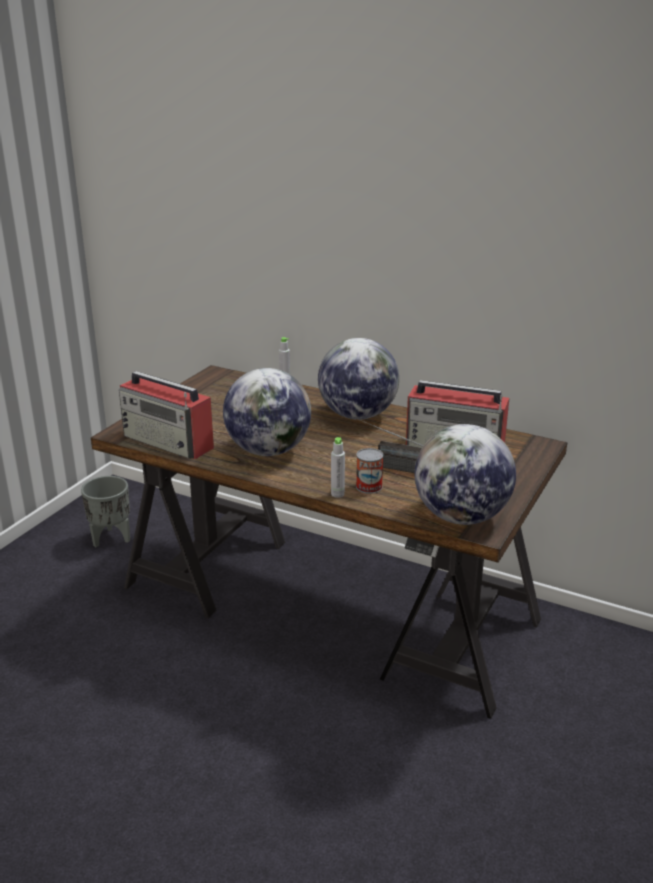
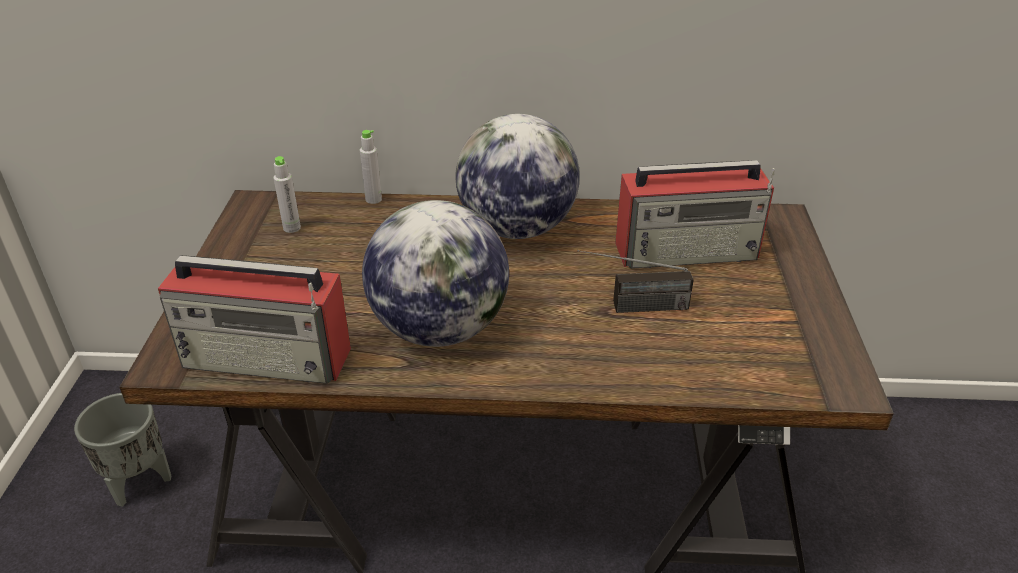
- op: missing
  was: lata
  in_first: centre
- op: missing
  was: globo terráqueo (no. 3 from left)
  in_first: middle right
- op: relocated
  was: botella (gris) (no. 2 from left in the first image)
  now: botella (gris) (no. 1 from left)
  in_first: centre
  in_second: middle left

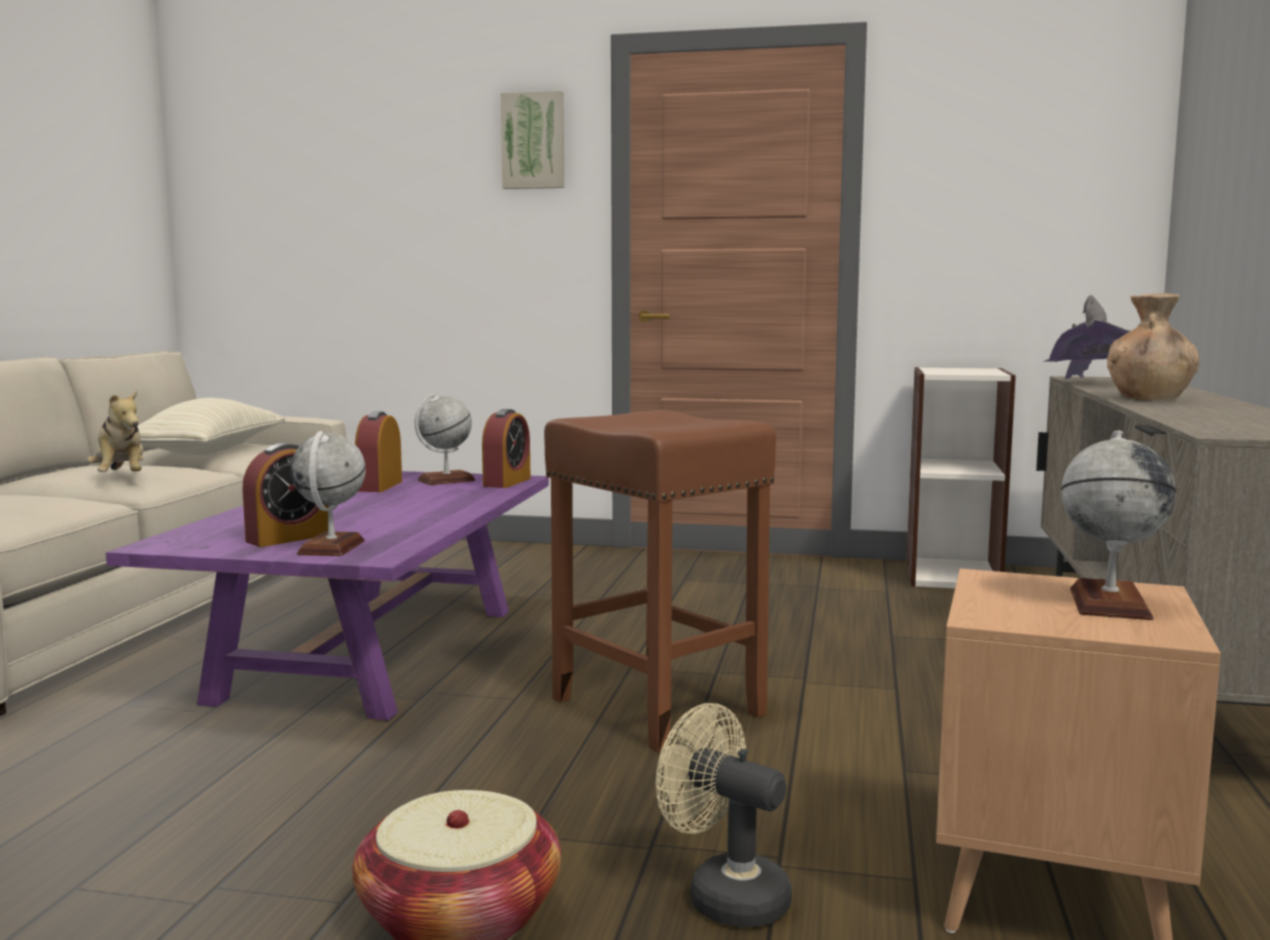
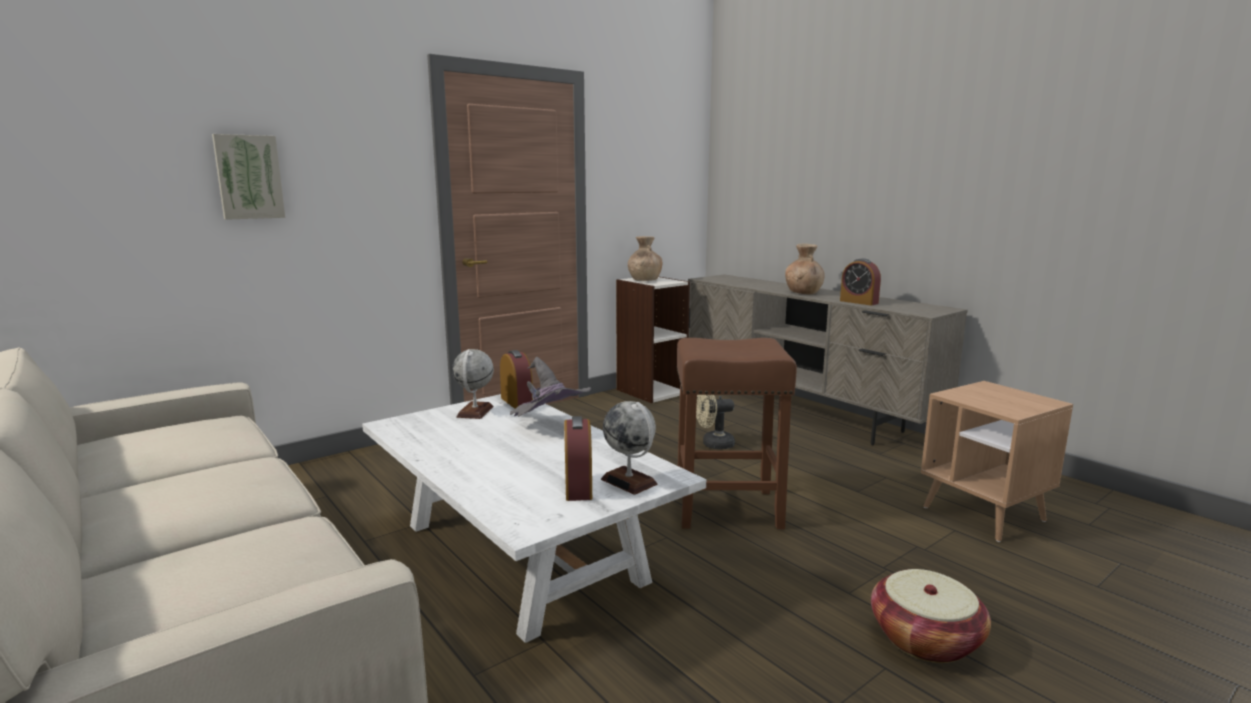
- op: missing
  was: peluche
  in_first: middle left
- op: missing
  was: cojín (beis)
  in_first: middle left
- op: missing
  was: globo terráqueo (no. 3 from left)
  in_first: middle right
- op: appeared
  now: florero (marrón) (no. 1 from left)
  in_second: centre
- op: relocated
  was: despertador (no. 2 from left in the first image)
  now: despertador (no. 3 from left)
  in_first: middle left
  in_second: middle right
- op: relocated
  was: cuadro
  in_first: top centre
  in_second: top left
- op: relocated
  was: ventilador (beis)
  in_first: bottom centre
  in_second: centre
- op: relocated
  was: sombrero (gris)
  in_first: middle right
  in_second: centre
- op: colour
  was: mesa de centro (morado)
  now: mesa de centro (blanco)
  in_first: middle left
  in_second: bottom centre

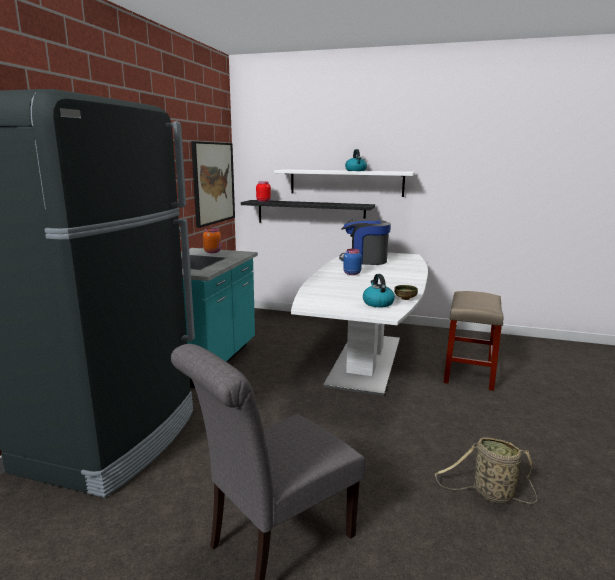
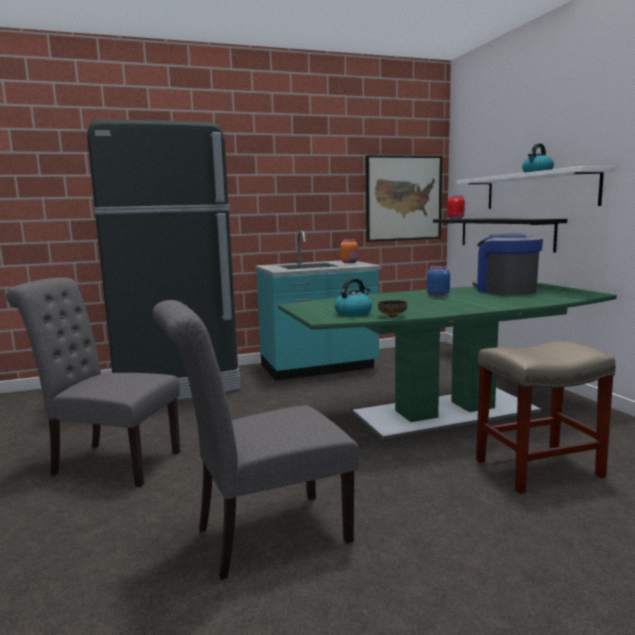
- op: exchanged
  was: cesta
  now: silla (gris) (no. 2 from left)
  in_first: bottom right
  in_second: bottom centre
- op: colour
  was: mesa de comedor (blanco)
  now: mesa de comedor (verde)
  in_first: centre
  in_second: middle right

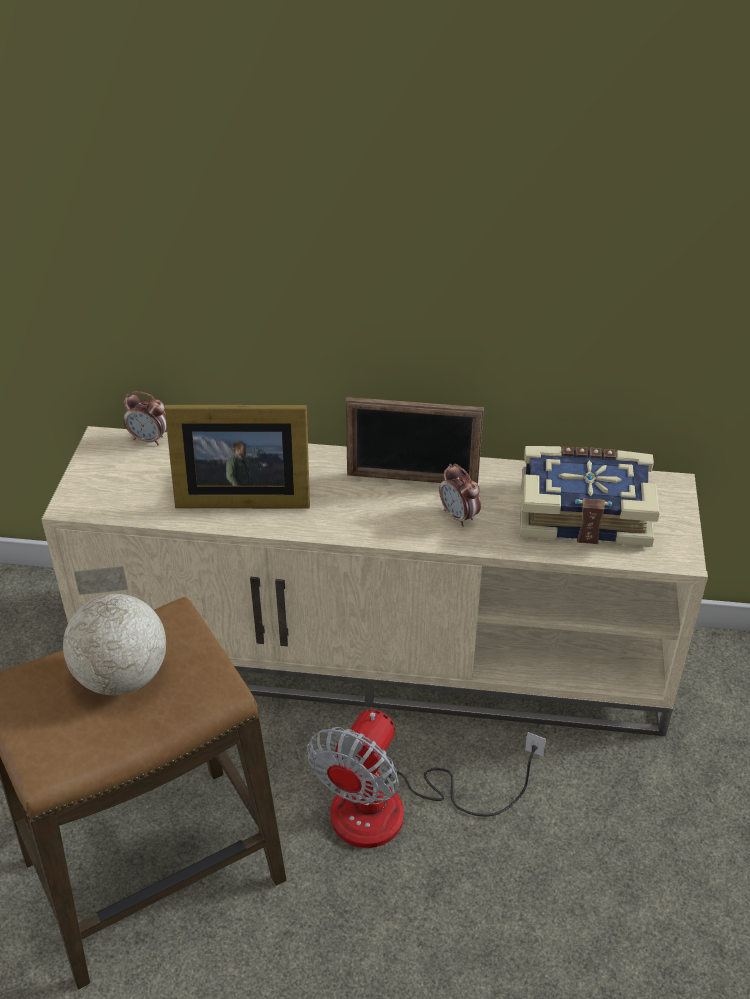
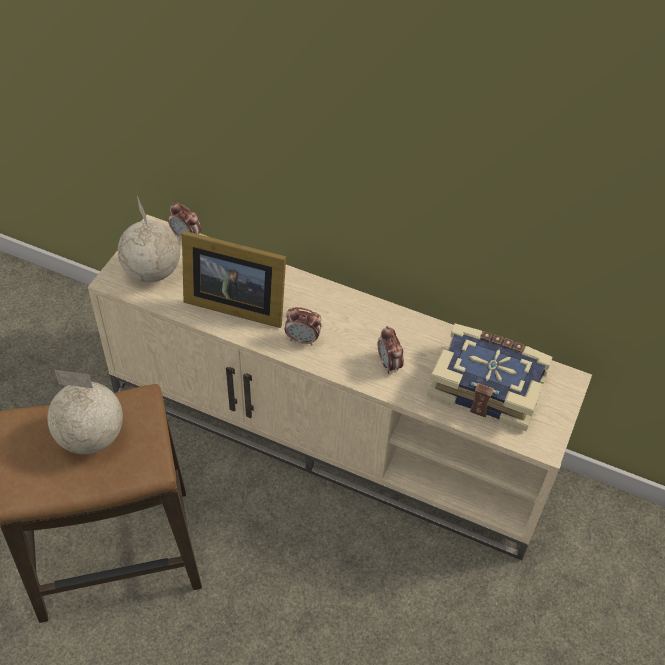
- op: missing
  was: ventilador
  in_first: bottom centre
- op: missing
  was: portarretratos (no. 2 from left)
  in_first: centre
- op: appeared
  now: globo terráqueo (no. 2 from left)
  in_second: middle left
- op: appeared
  now: despertador (no. 2 from left)
  in_second: centre

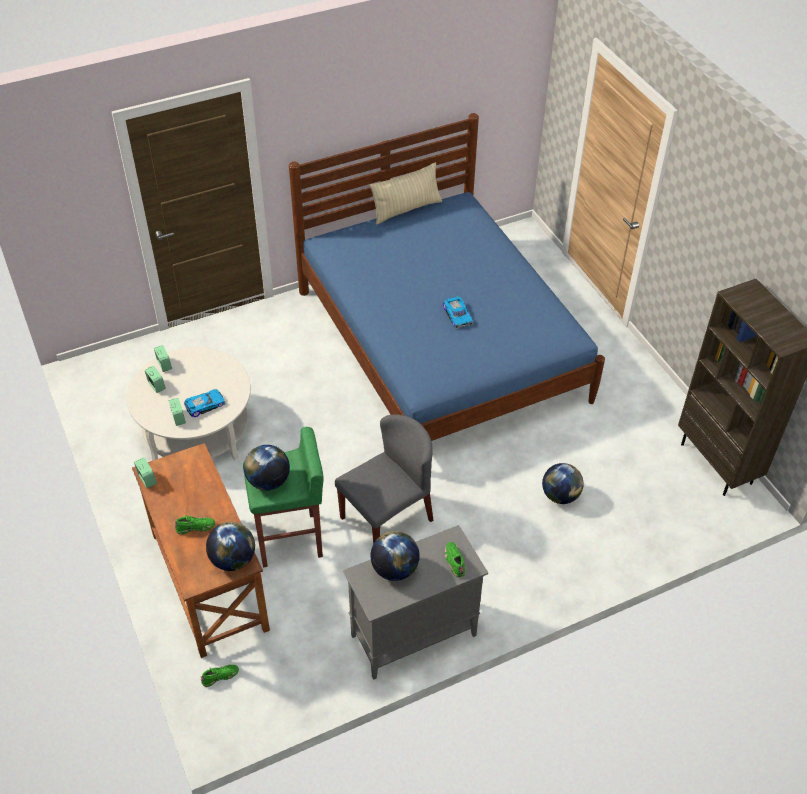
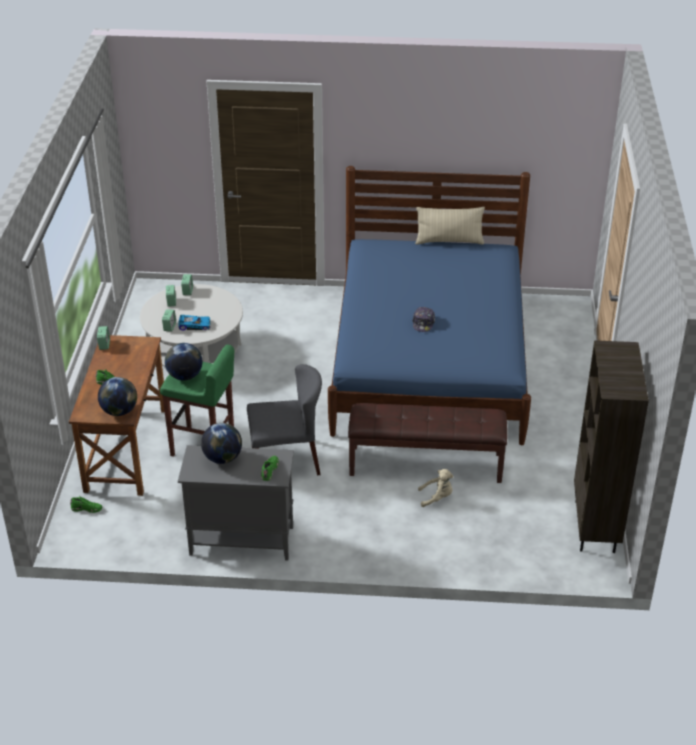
- op: appeared
  now: banco (marrón)
  in_second: centre
- op: exchanged
  was: coche de juguete (no. 2 from left)
  now: gorra
  in_first: centre
  in_second: centre
- op: exchanged
  was: globo terráqueo (no. 4 from left)
  now: peluche (beis)
  in_first: middle right
  in_second: centre

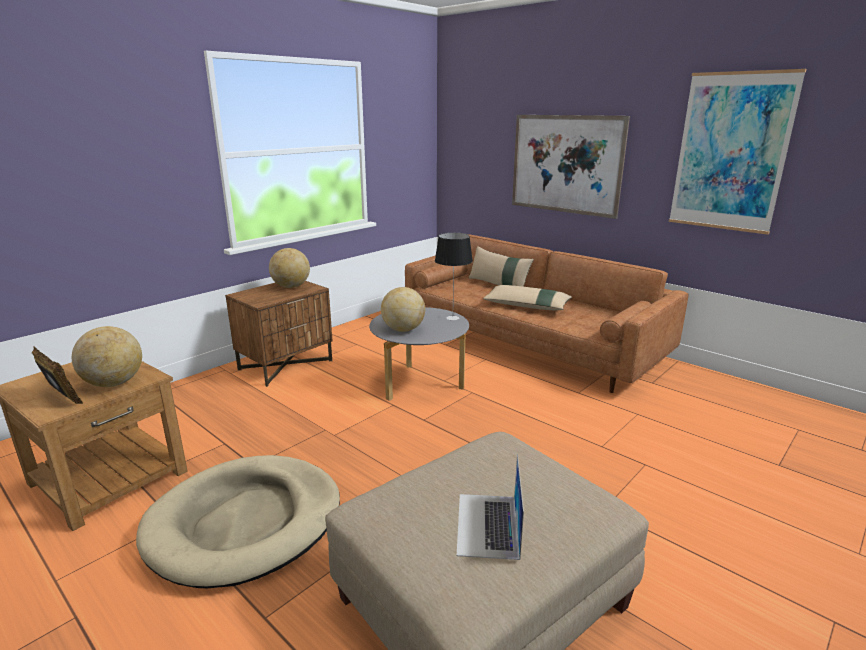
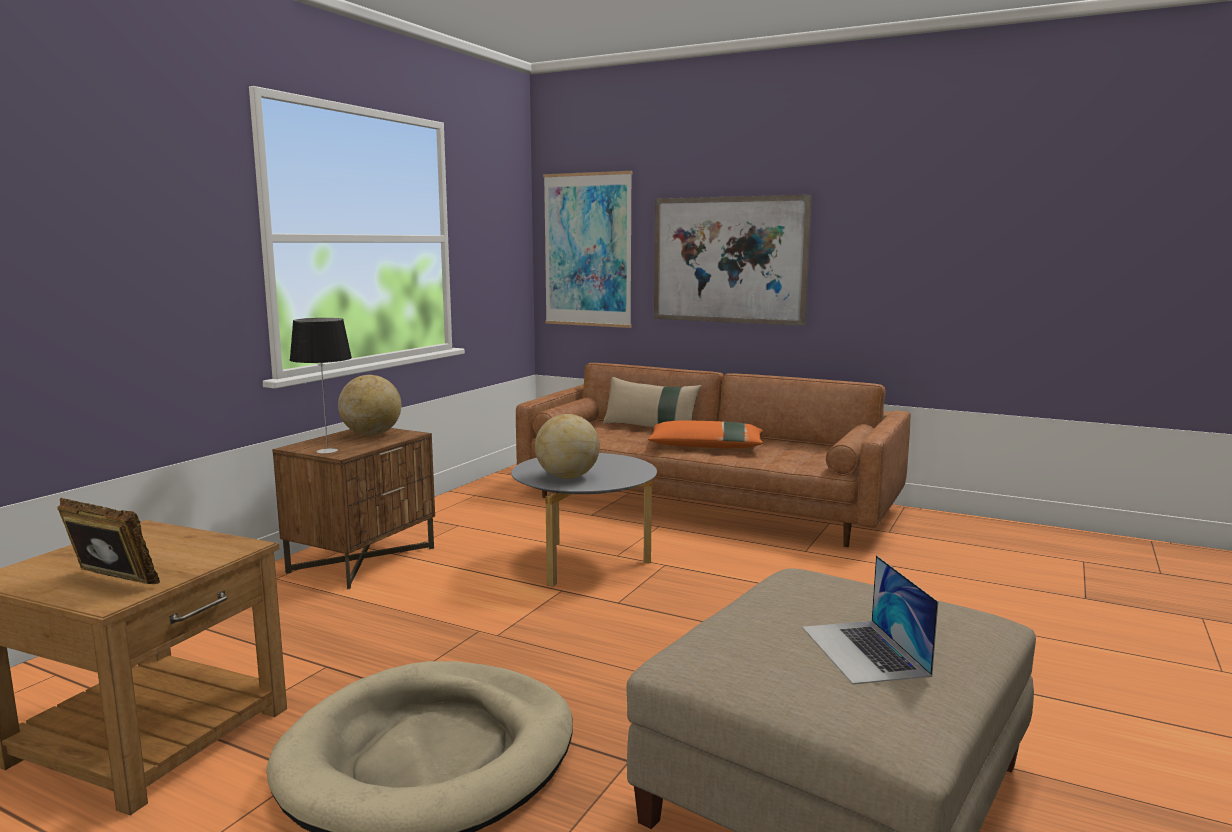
- op: missing
  was: globo terráqueo (no. 1 from left)
  in_first: middle left
- op: relocated
  was: lámpara de mesa
  in_first: centre
  in_second: middle left
- op: relocated
  was: cuadro (no. 2 from left in the first image)
  now: cuadro (no. 1 from left)
  in_first: top right
  in_second: top centre
- op: colour
  was: cojín (beis) (no. 2 from left)
  now: cojín (naranja)
  in_first: centre
  in_second: centre

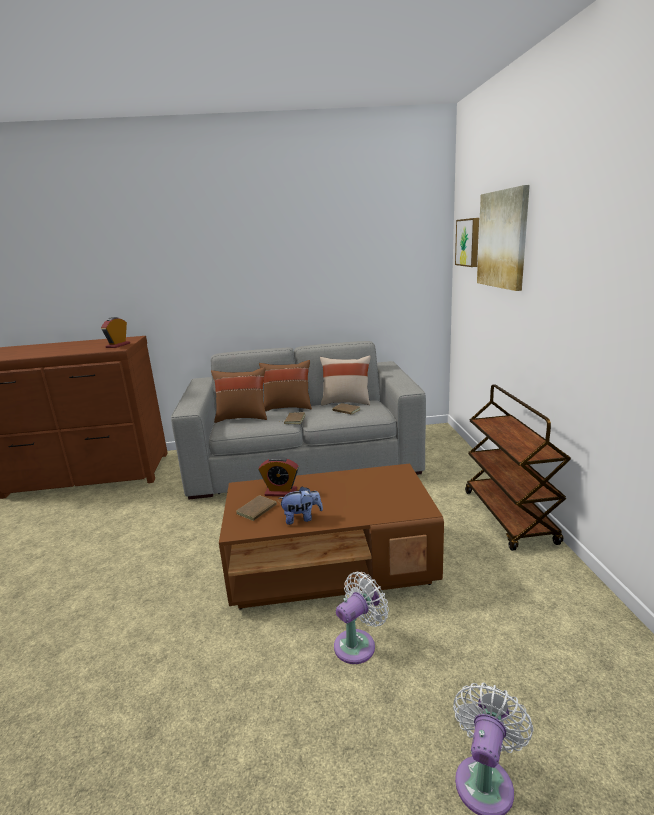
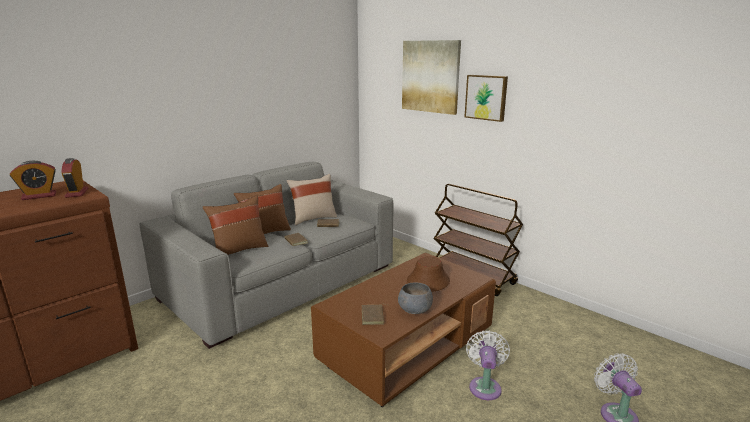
- op: appeared
  now: sombrero (marrón)
  in_second: centre
- op: relocated
  was: despertador (no. 2 from left in the first image)
  now: despertador (no. 1 from left)
  in_first: centre
  in_second: middle left
- op: relocated
  was: cuadro (no. 1 from left in the first image)
  now: cuadro (no. 2 from left)
  in_first: top right
  in_second: top centre
- op: exchanged
  was: peluche
  now: cuenco (gris)
  in_first: centre
  in_second: bottom centre

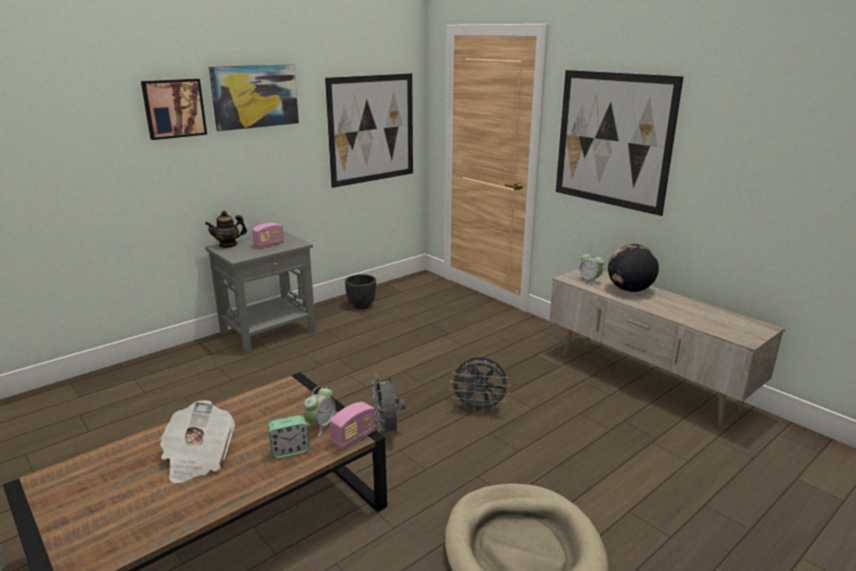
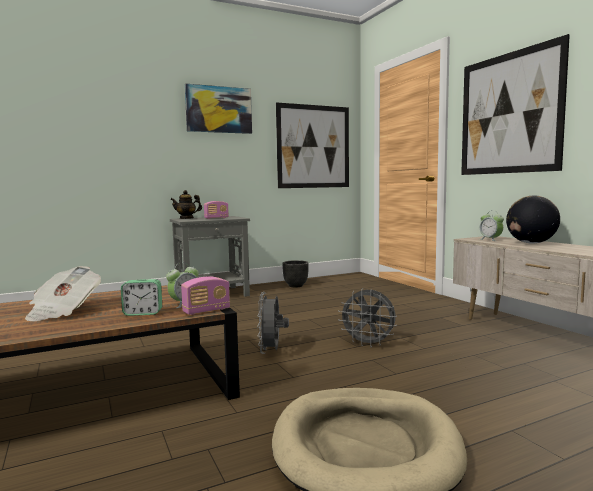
- op: missing
  was: cuadro (no. 1 from left)
  in_first: top left

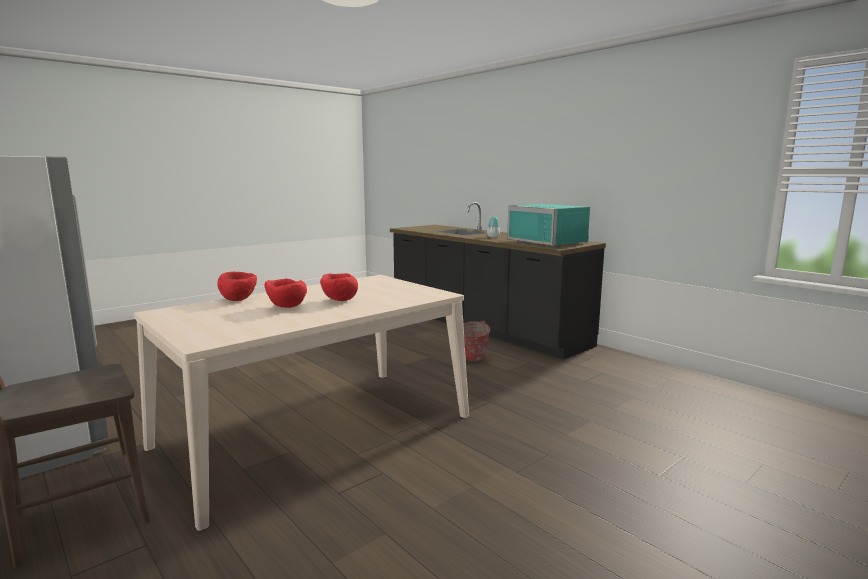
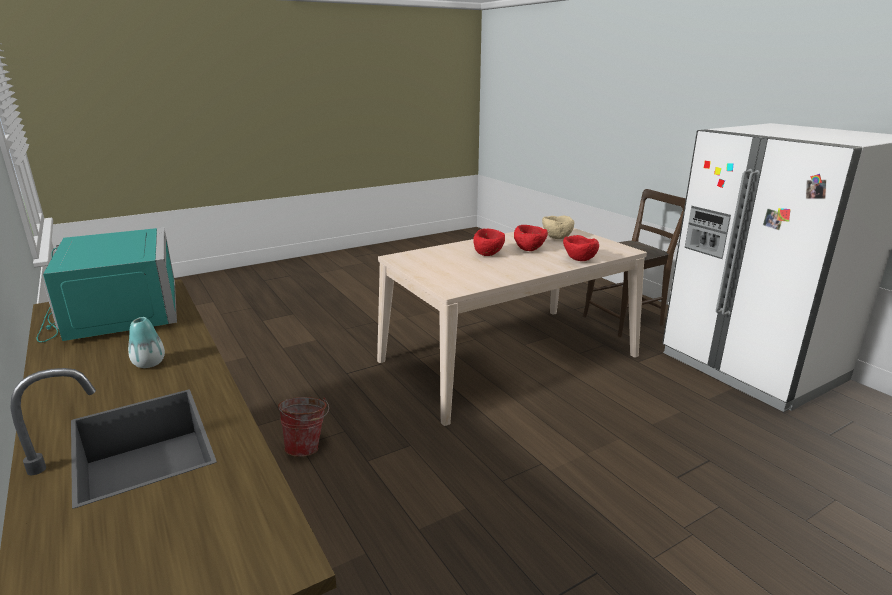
- op: appeared
  now: cuenco (beis)
  in_second: centre

